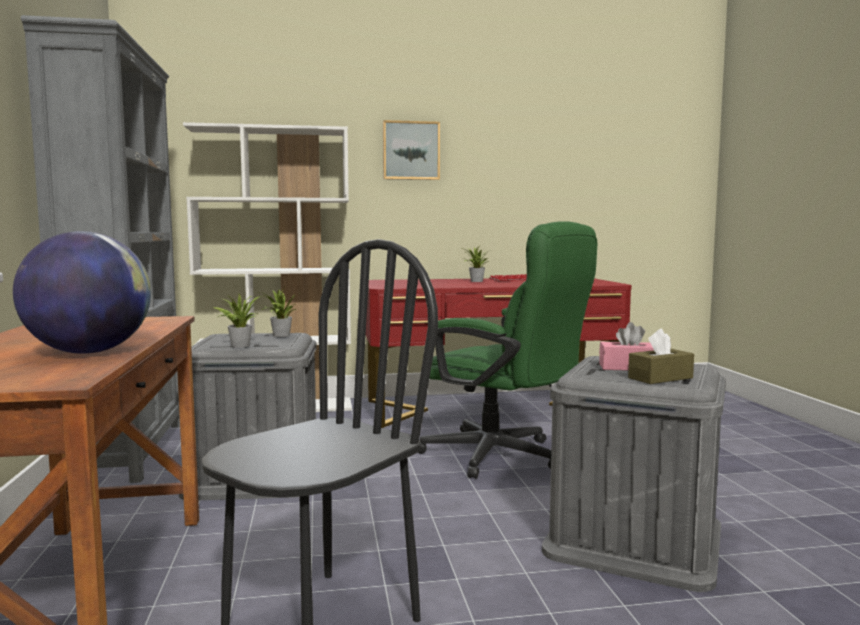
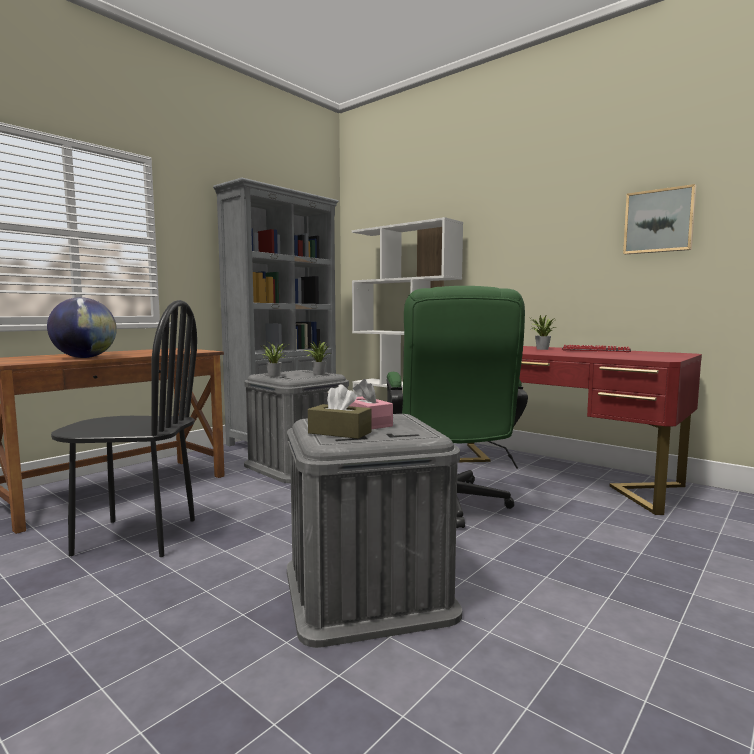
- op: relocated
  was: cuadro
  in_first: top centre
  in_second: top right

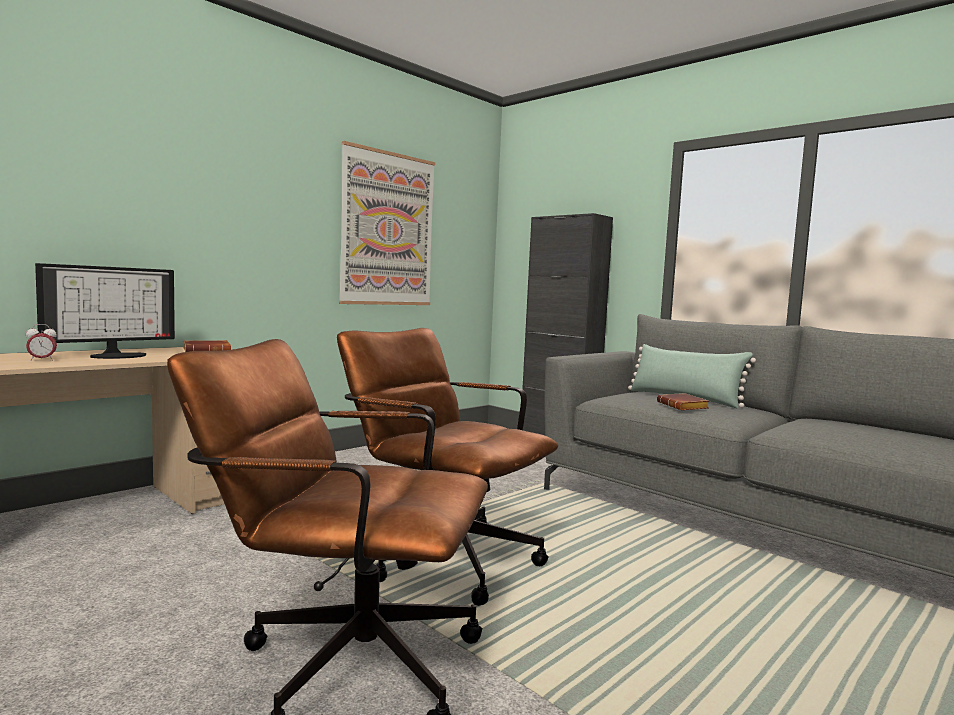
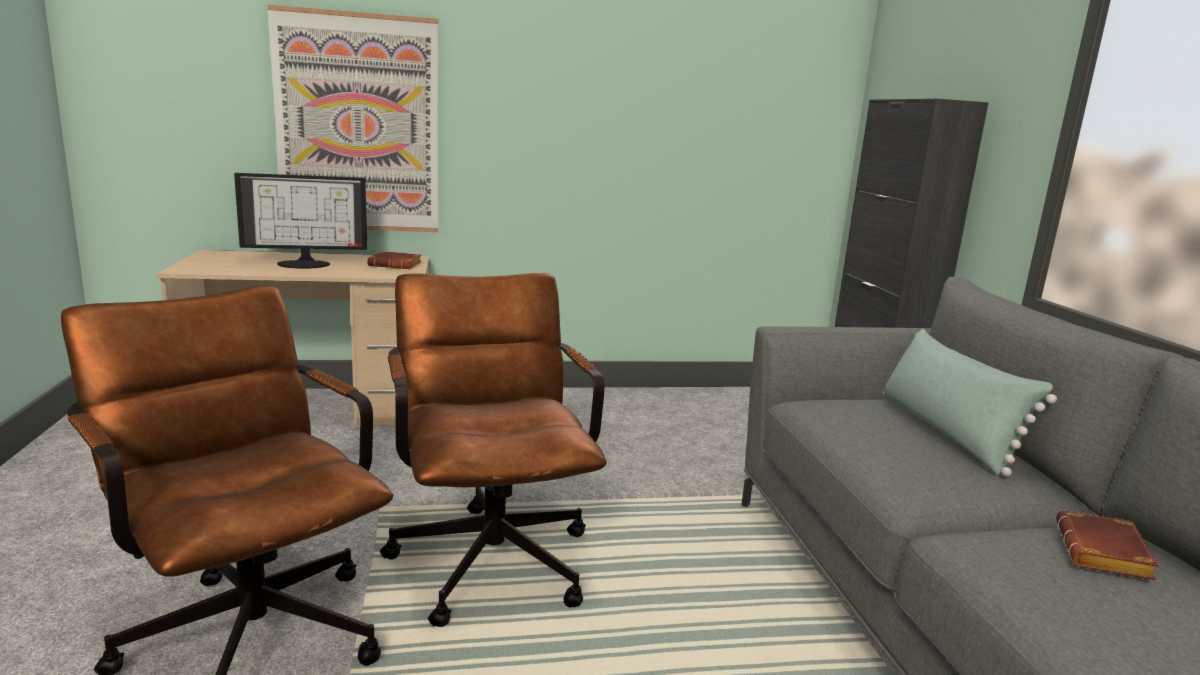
- op: missing
  was: despertador
  in_first: middle left
- op: relocated
  was: cuadro
  in_first: top centre
  in_second: top left
- op: relocated
  was: libro (marrón) (no. 2 from left)
  in_first: middle right
  in_second: bottom right

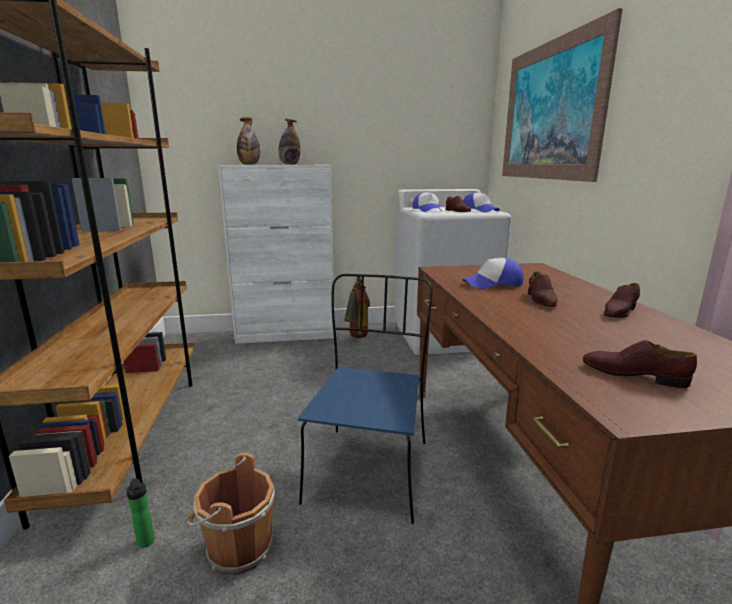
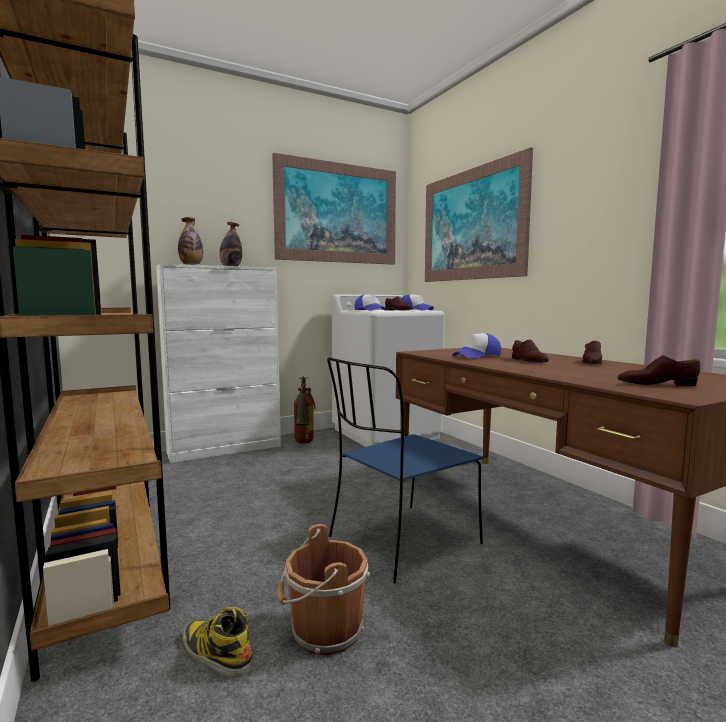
- op: appeared
  now: cuadro (no. 1 from left)
  in_second: top centre
- op: exchanged
  was: botella (no. 1 from left)
  now: bota
  in_first: bottom left
  in_second: bottom left
- op: spun
  was: silla (azul)
  in_first: centre
  in_second: centre
  clockwise: -120

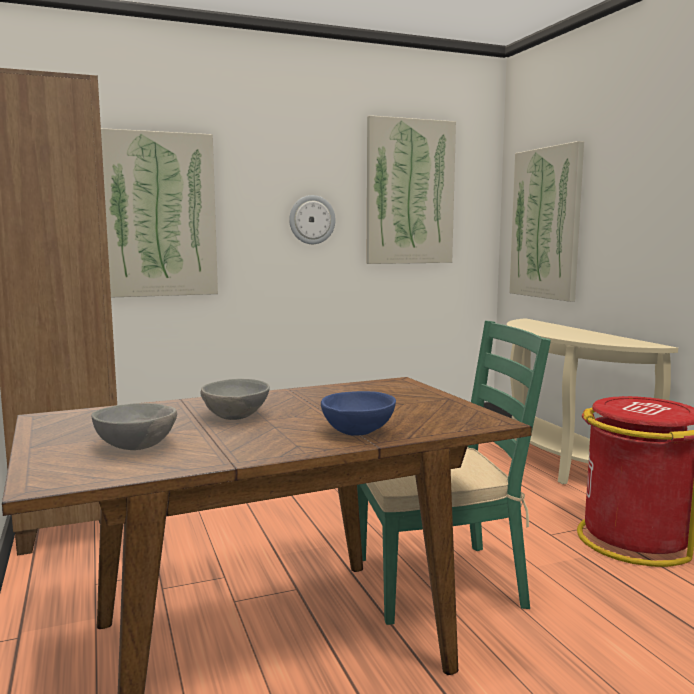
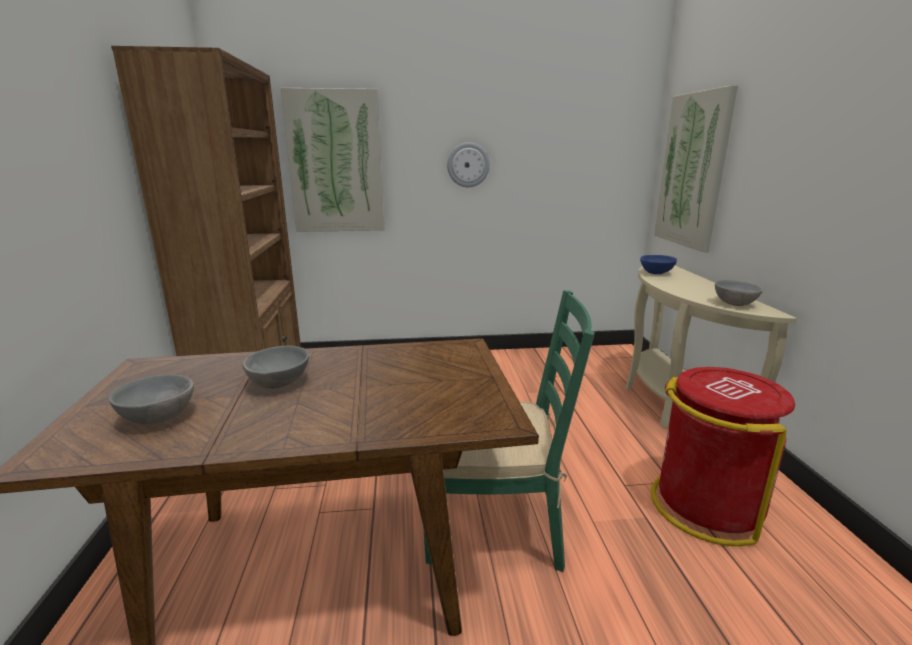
- op: missing
  was: cuadro (no. 2 from left)
  in_first: top centre
- op: appeared
  now: cuenco (gris) (no. 3 from left)
  in_second: middle right
- op: relocated
  was: cuenco (azul)
  in_first: centre
  in_second: middle right

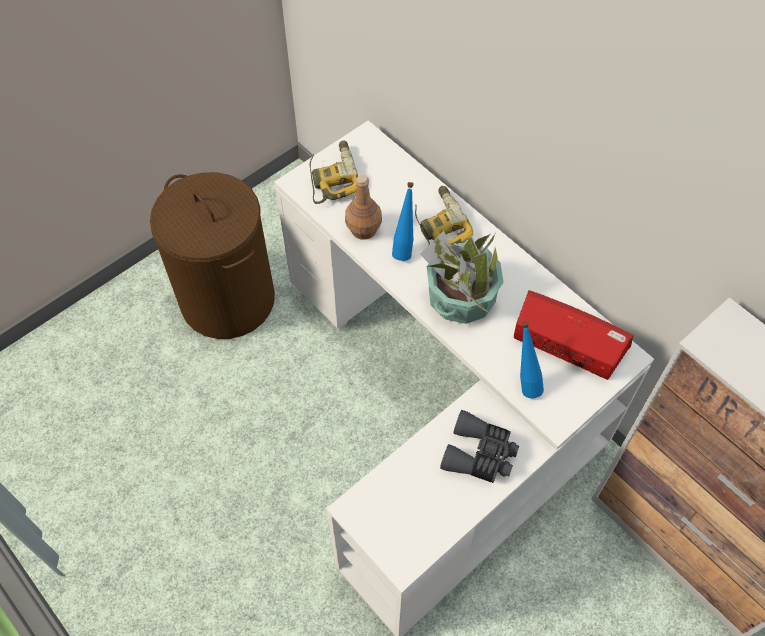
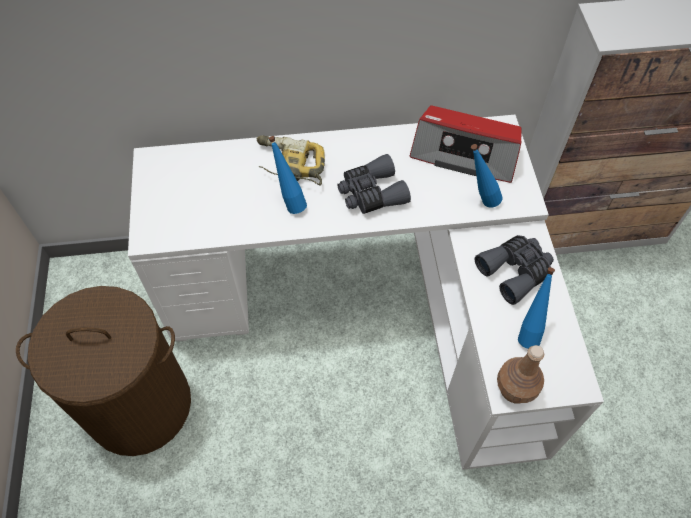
- op: missing
  was: taladro (no. 1 from left)
  in_first: top centre
- op: appeared
  now: botella (azul) (no. 3 from left)
  in_second: middle right
- op: relocated
  was: botella (marrón)
  in_first: top centre
  in_second: bottom right
- op: exchanged
  was: planta en maceta
  now: prismáticos (gris) (no. 1 from left)
  in_first: centre
  in_second: centre
- op: spun
  was: radio
  in_first: middle right
  in_second: top right
  clockwise: -135

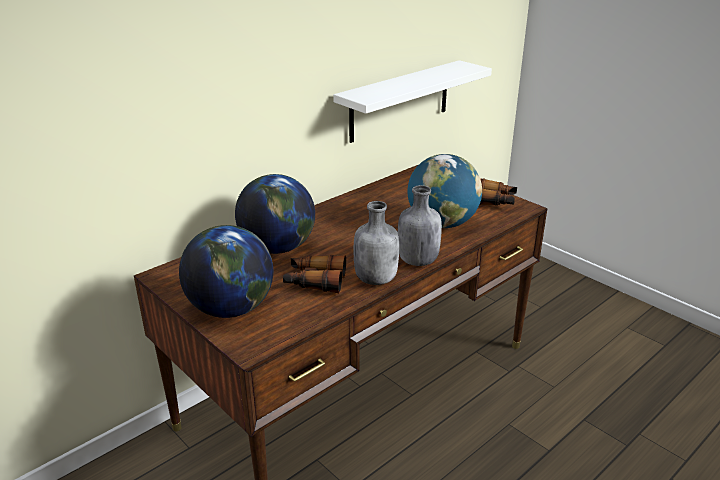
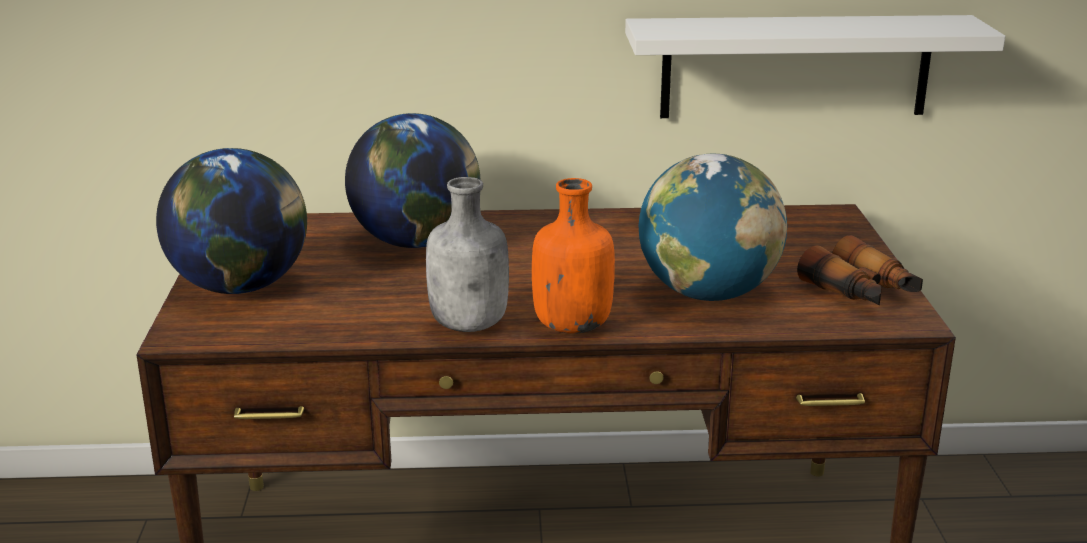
- op: missing
  was: prismáticos (no. 1 from left)
  in_first: centre
- op: colour
  was: botella (gris) (no. 2 from left)
  now: botella (naranja)
  in_first: centre
  in_second: centre

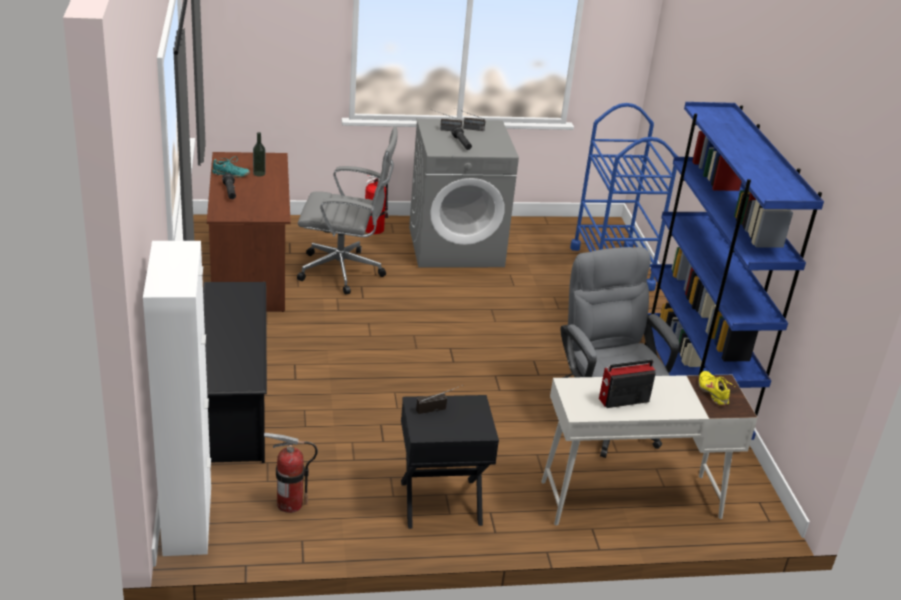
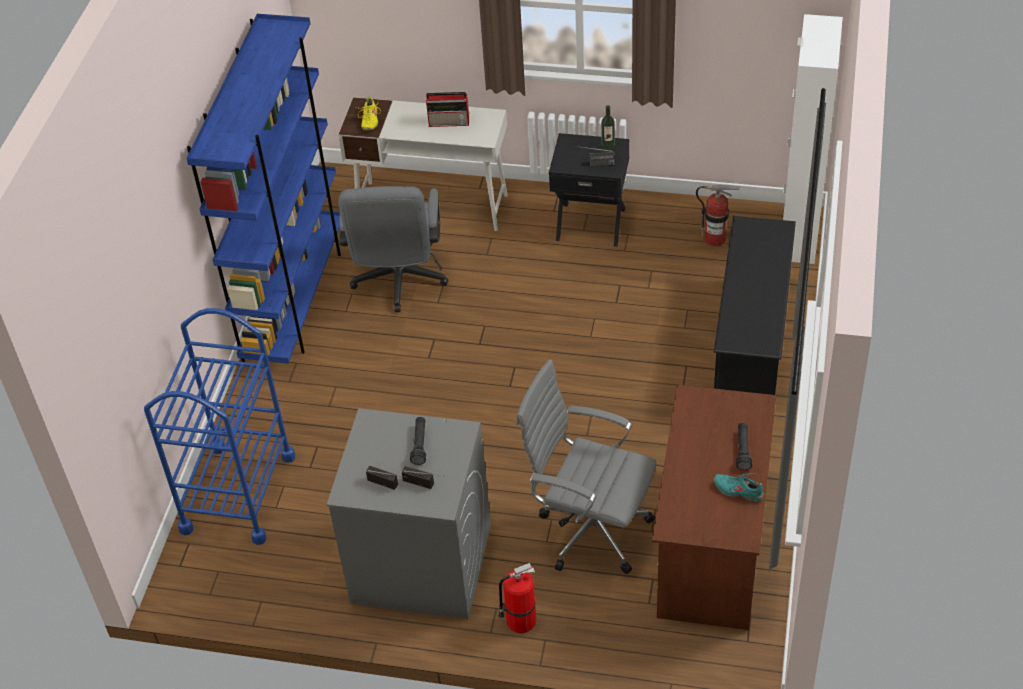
- op: relocated
  was: botella
  in_first: top left
  in_second: top centre

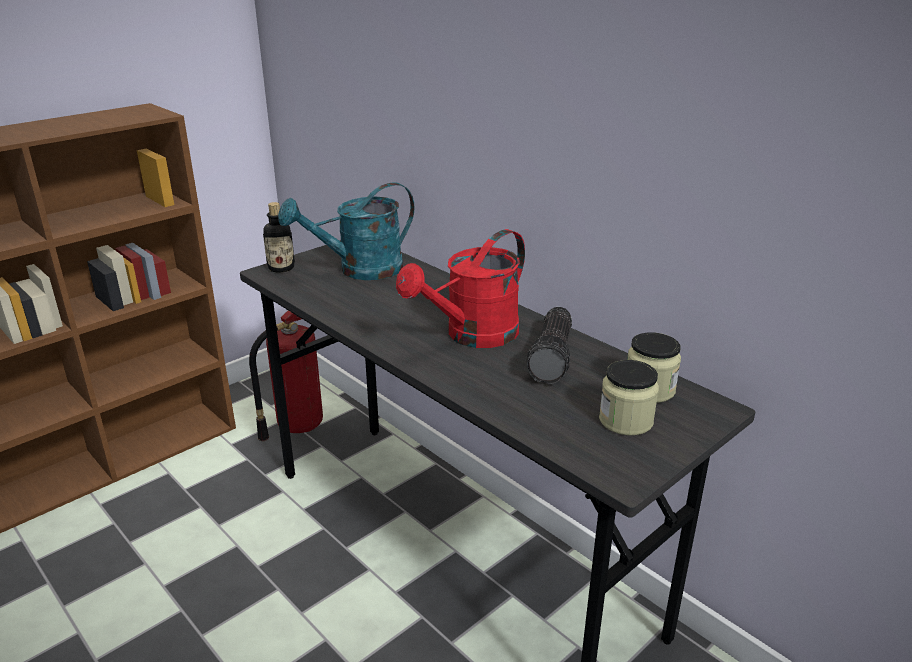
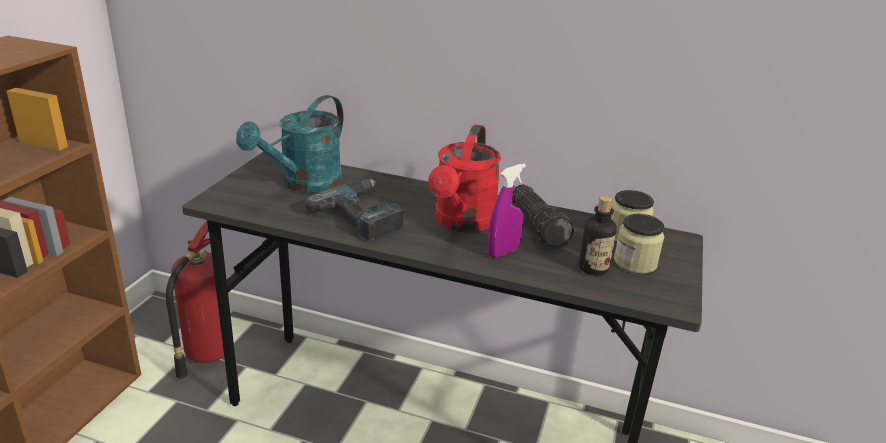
- op: appeared
  now: taladro
  in_second: centre
- op: appeared
  now: pulverizador (morado)
  in_second: centre
- op: relocated
  was: botella
  in_first: middle left
  in_second: middle right

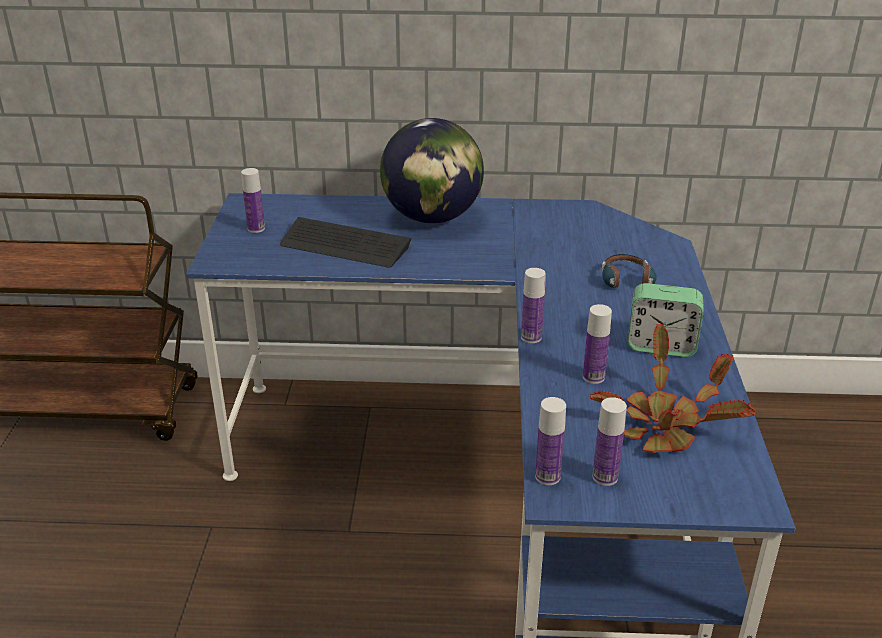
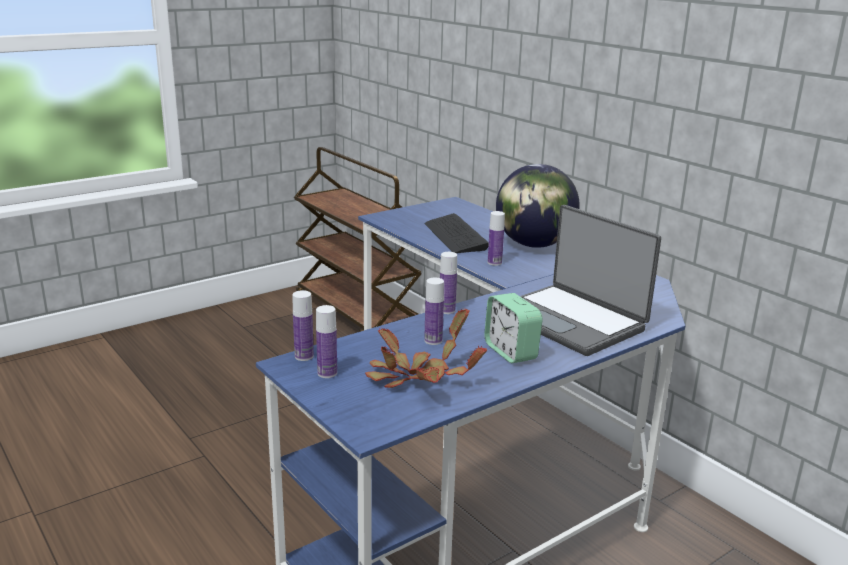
- op: relocated
  was: botella (no. 1 from left in the first image)
  now: botella (no. 5 from left)
  in_first: top left
  in_second: centre
- op: exchanged
  was: auriculares
  now: portátil
  in_first: middle right
  in_second: middle right

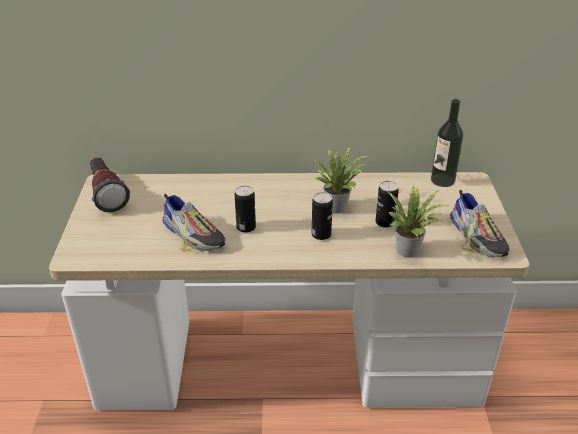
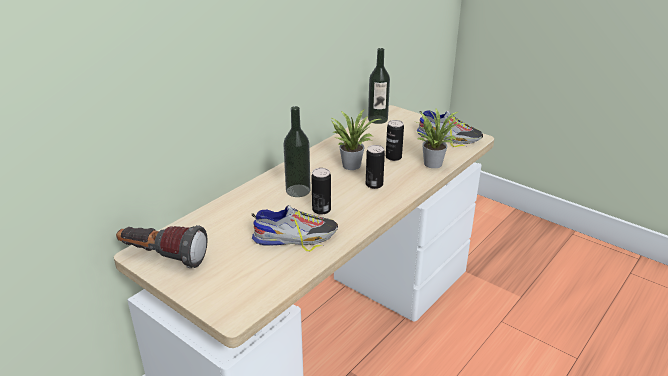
- op: appeared
  now: botella (no. 1 from left)
  in_second: centre

